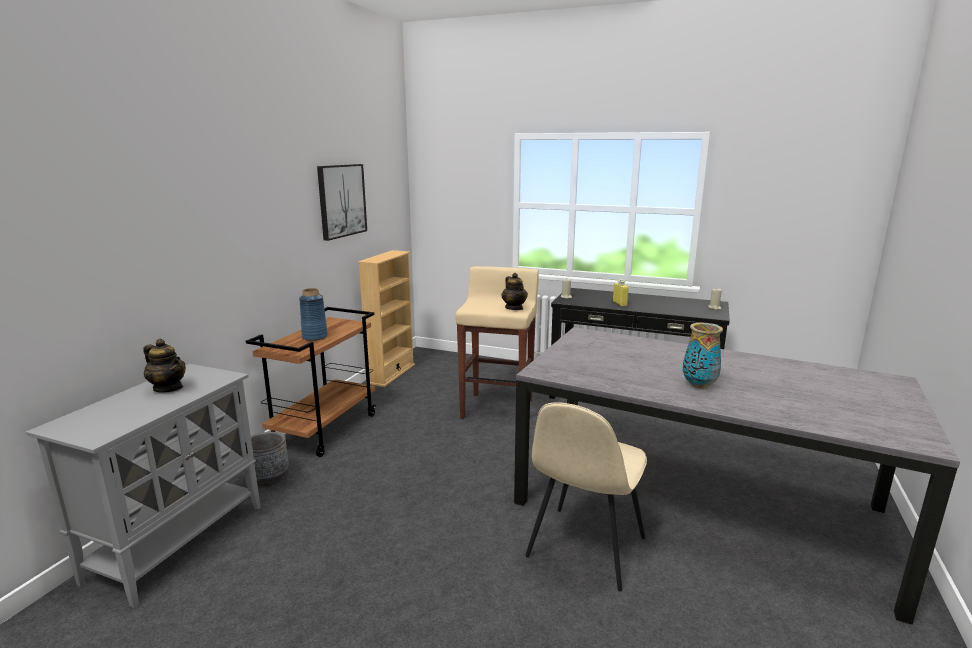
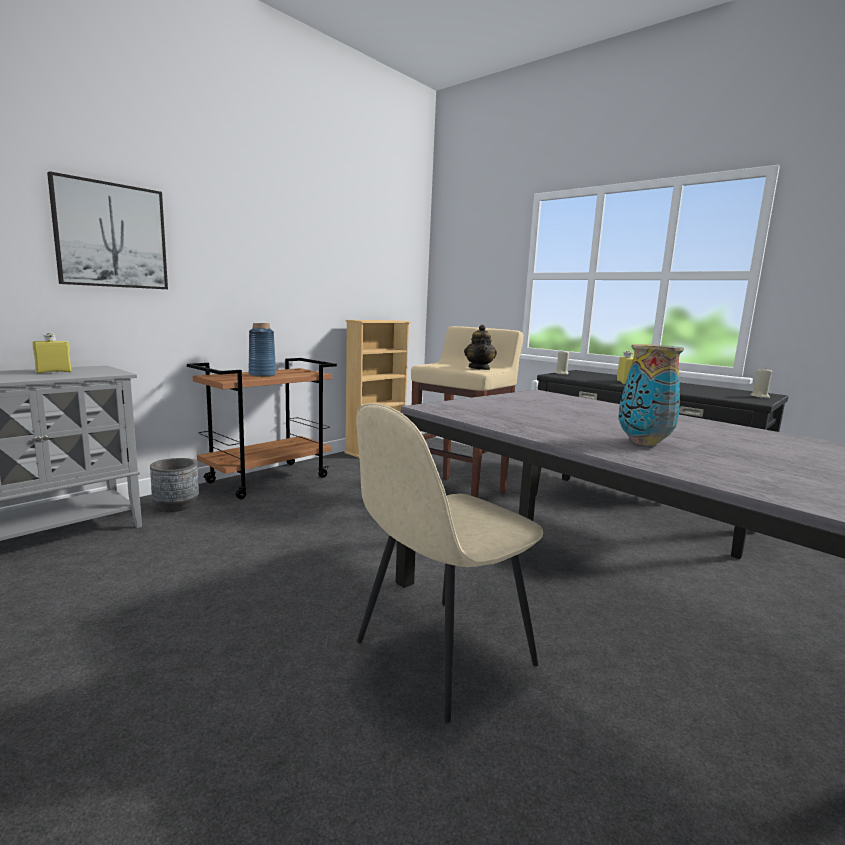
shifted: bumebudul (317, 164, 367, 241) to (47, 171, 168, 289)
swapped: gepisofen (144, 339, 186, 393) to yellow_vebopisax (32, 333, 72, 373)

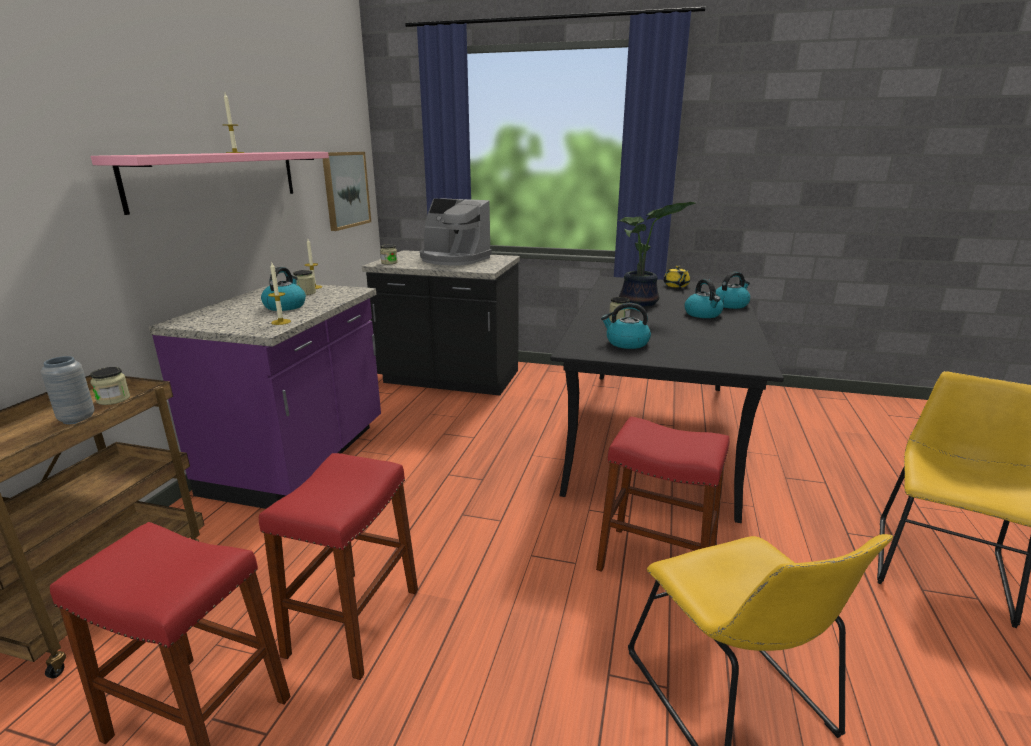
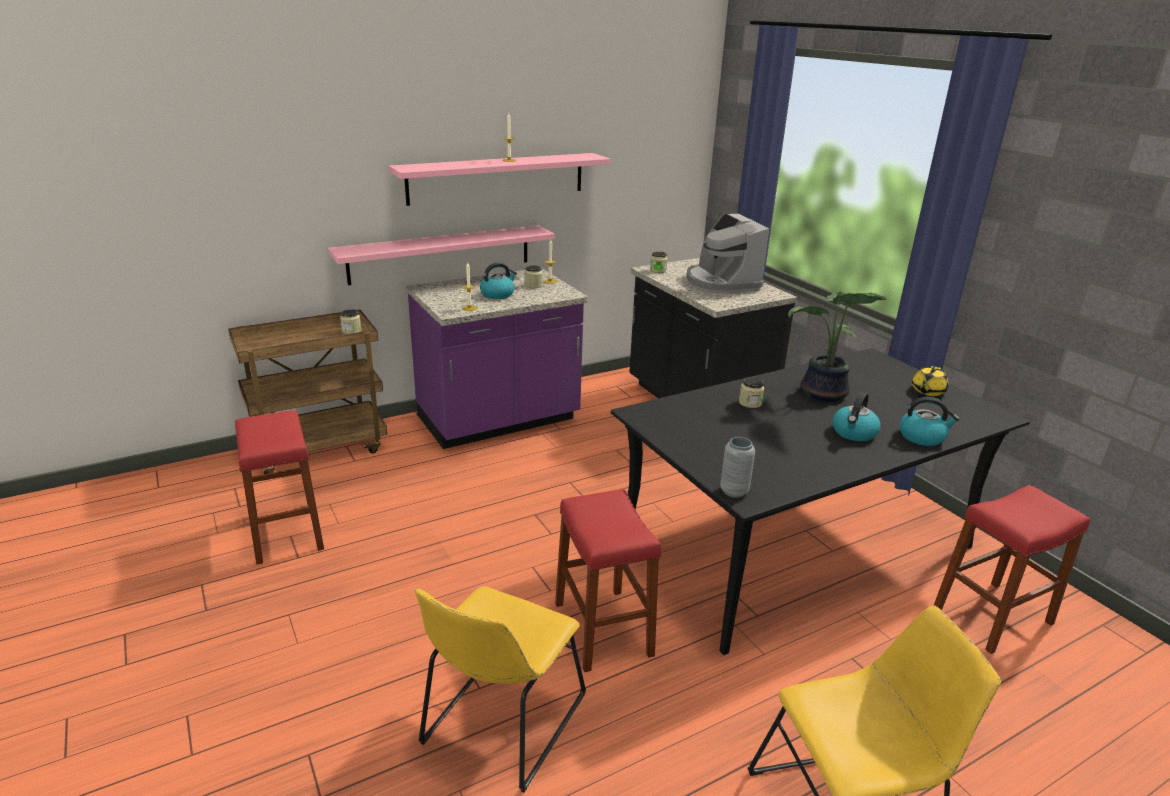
gone: bumebudul (322, 152, 371, 231); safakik (601, 303, 651, 349)
new: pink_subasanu (328, 225, 554, 285)
shifted: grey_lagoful (41, 356, 95, 424) to (720, 437, 755, 498); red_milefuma (259, 453, 418, 680) to (934, 485, 1090, 654)

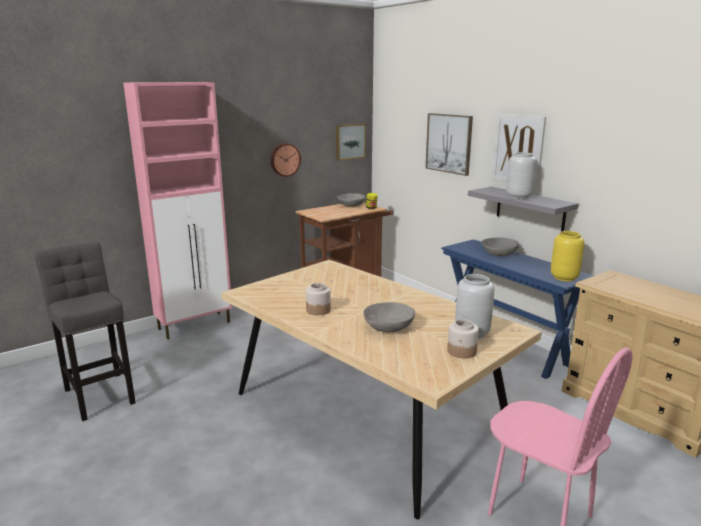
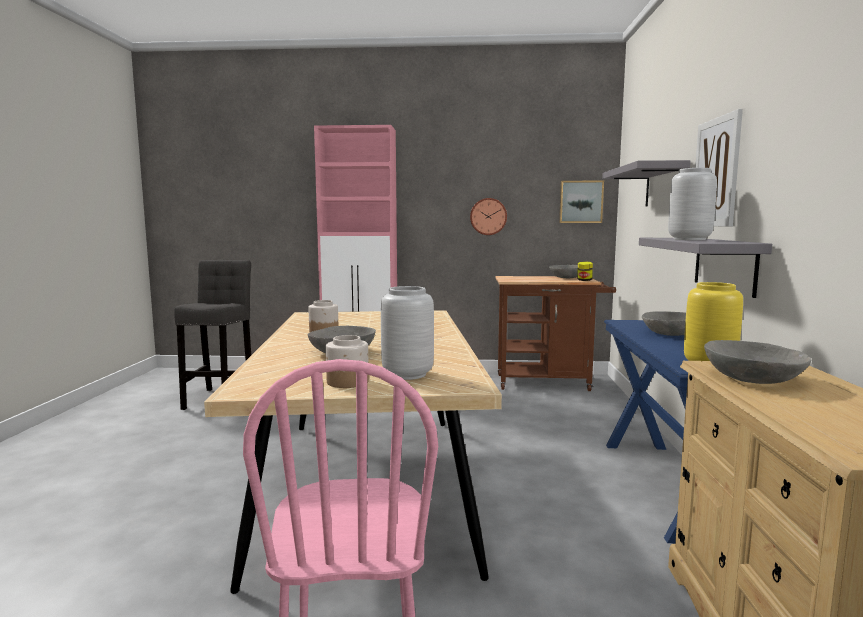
new: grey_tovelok (704, 340, 811, 384)
swapped: bumebudul (425, 113, 473, 176) to grey_subasanu (602, 160, 691, 207)

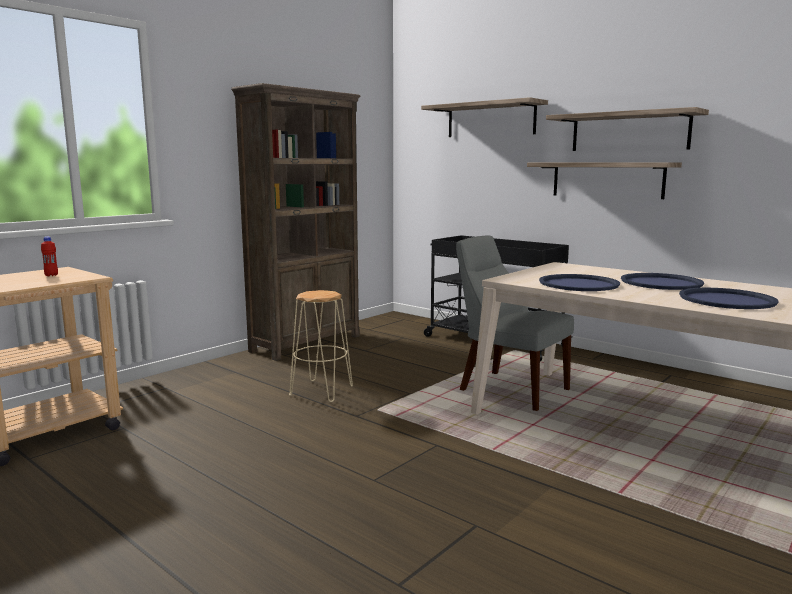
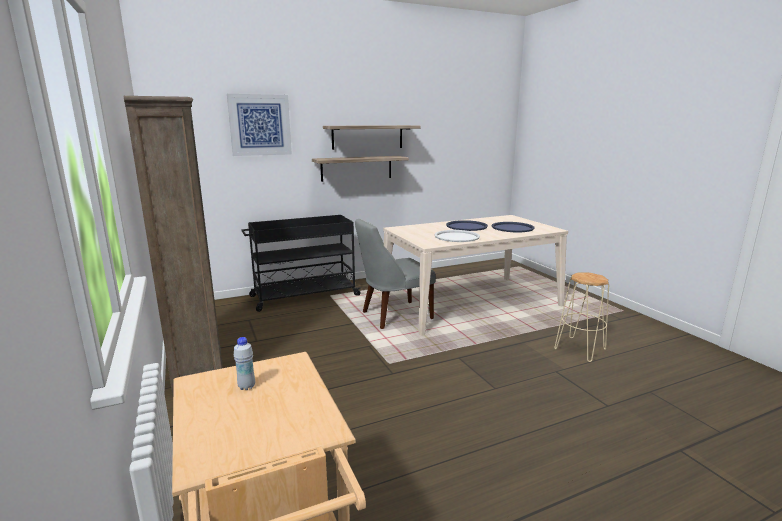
shifted: beige_milefuma (289, 290, 353, 402) to (555, 273, 609, 362)
swapped: subasanu (421, 97, 548, 137) to bumebudul (227, 94, 292, 156)
repainted: red_vebopisax (41, 237, 58, 276) to white_vebopisax (234, 337, 255, 390); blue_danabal (539, 274, 620, 291) to white_danabal (434, 230, 480, 242)

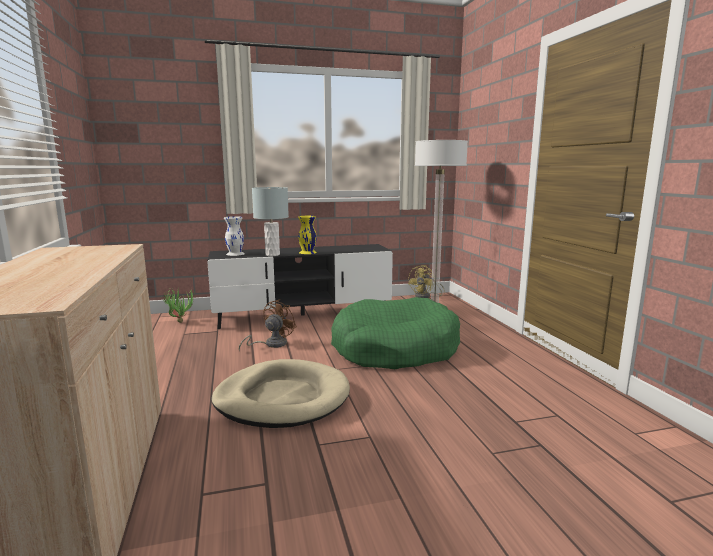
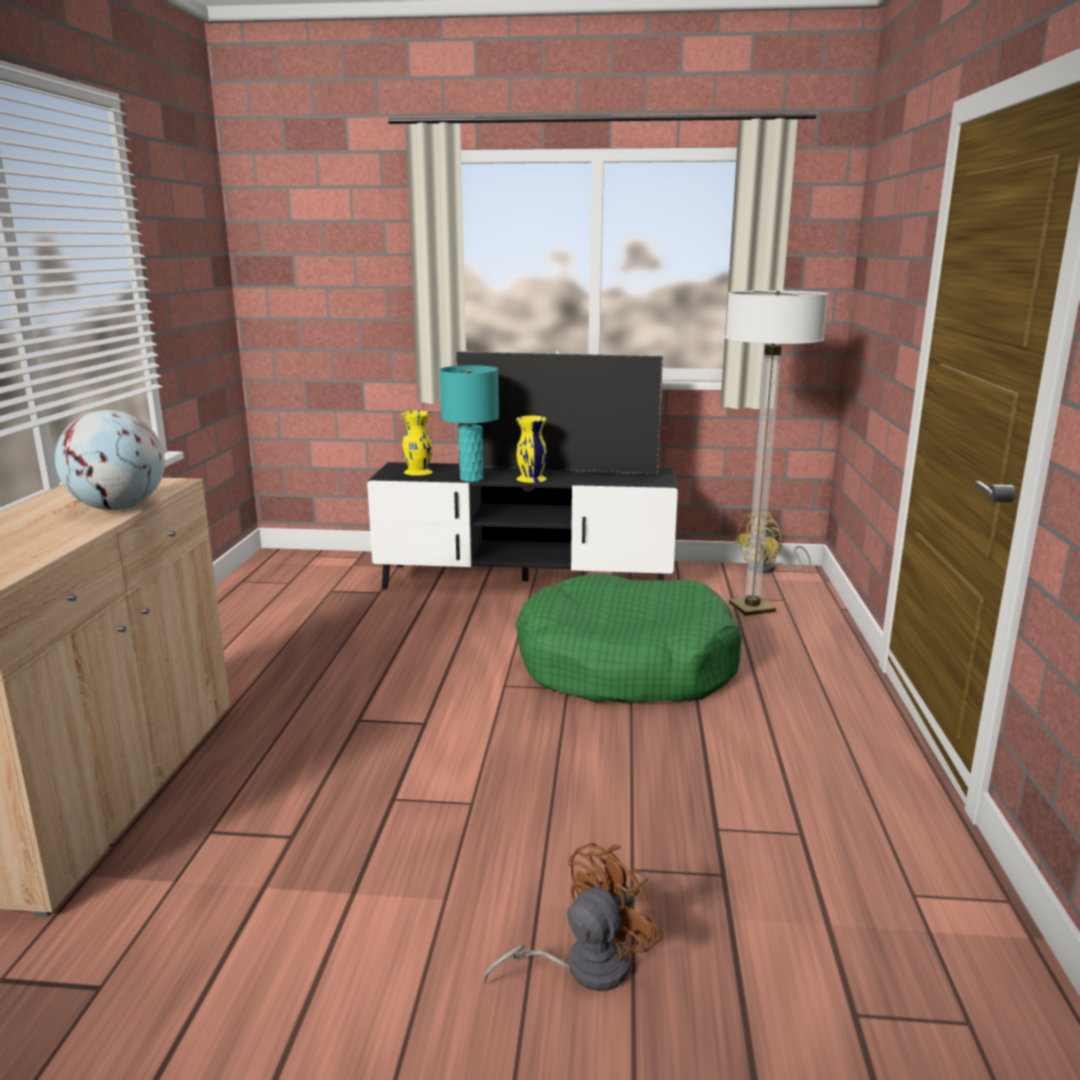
gone: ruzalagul (161, 289, 194, 323); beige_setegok (211, 359, 350, 428)
new: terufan (55, 410, 165, 510); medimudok (456, 351, 663, 475)
shifted: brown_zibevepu (239, 299, 297, 352) to (483, 843, 663, 991)
repainted: white_lagoful (224, 216, 245, 256) to yellow_lagoful (401, 410, 433, 476); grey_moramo (252, 187, 289, 256) to turquoise_moramo (440, 365, 499, 482)

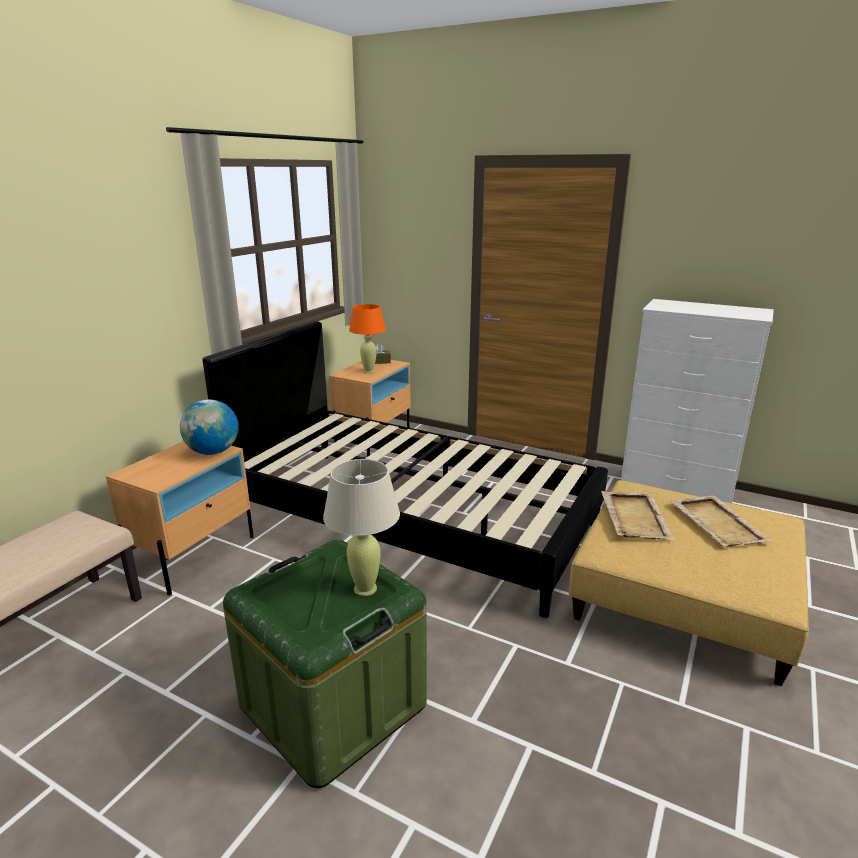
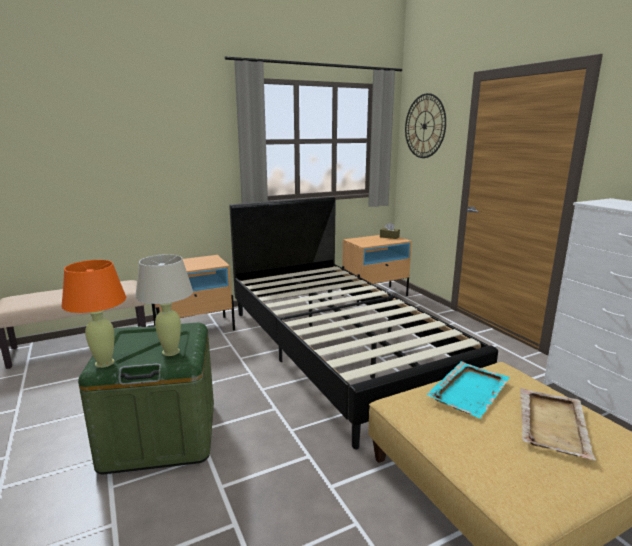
gone: terufan (180, 399, 239, 455)
new: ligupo (405, 93, 446, 158)
shifted: orange_moramo (349, 304, 386, 373) to (61, 260, 126, 368)
repainted: beige_danabal (601, 491, 675, 540) to turquoise_danabal (427, 361, 510, 418)

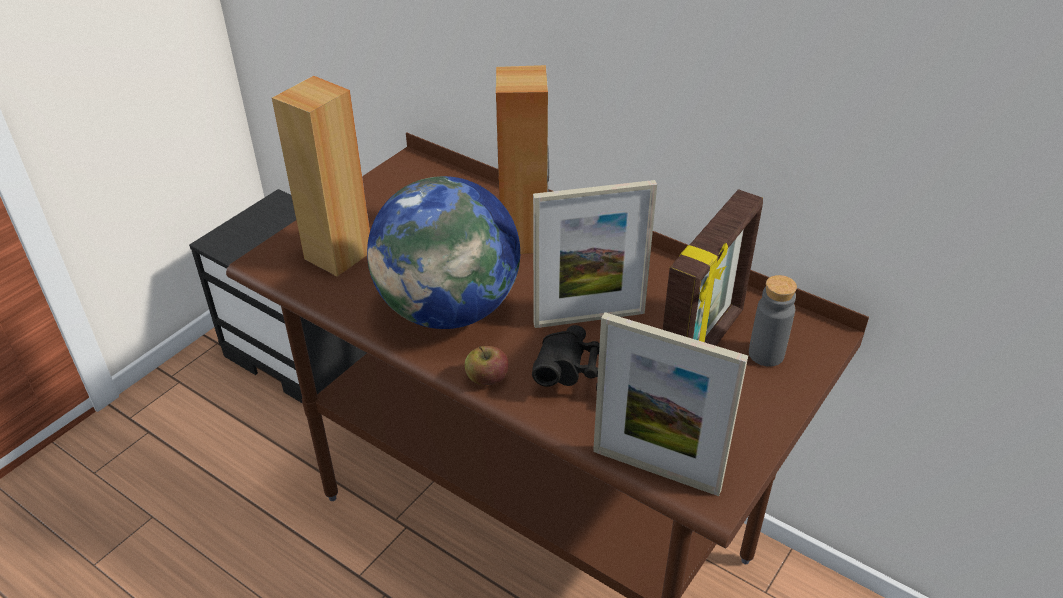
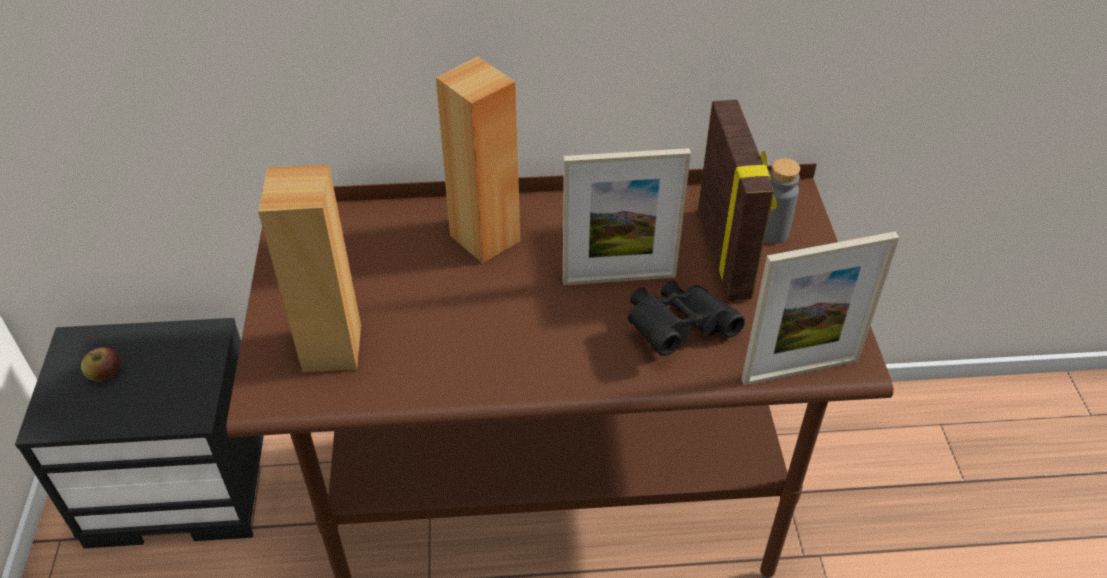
gone: terufan (367, 176, 520, 329)
shifted: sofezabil (465, 346, 509, 385) to (81, 347, 120, 381)
rotated: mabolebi (533, 180, 657, 328) = (563, 148, 691, 285) 45 degrees clockwise

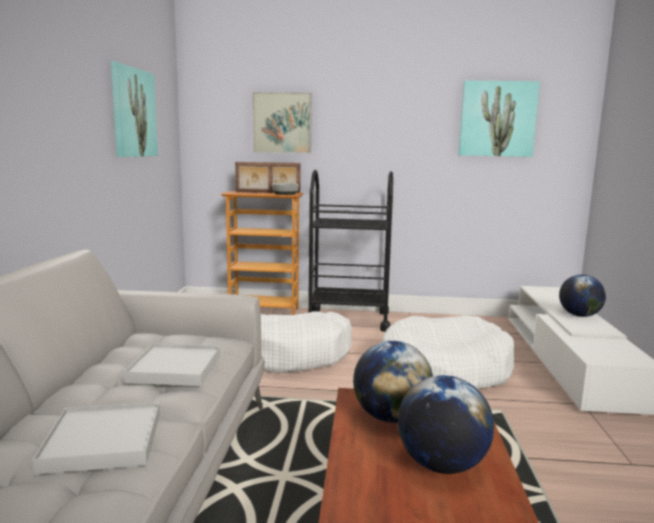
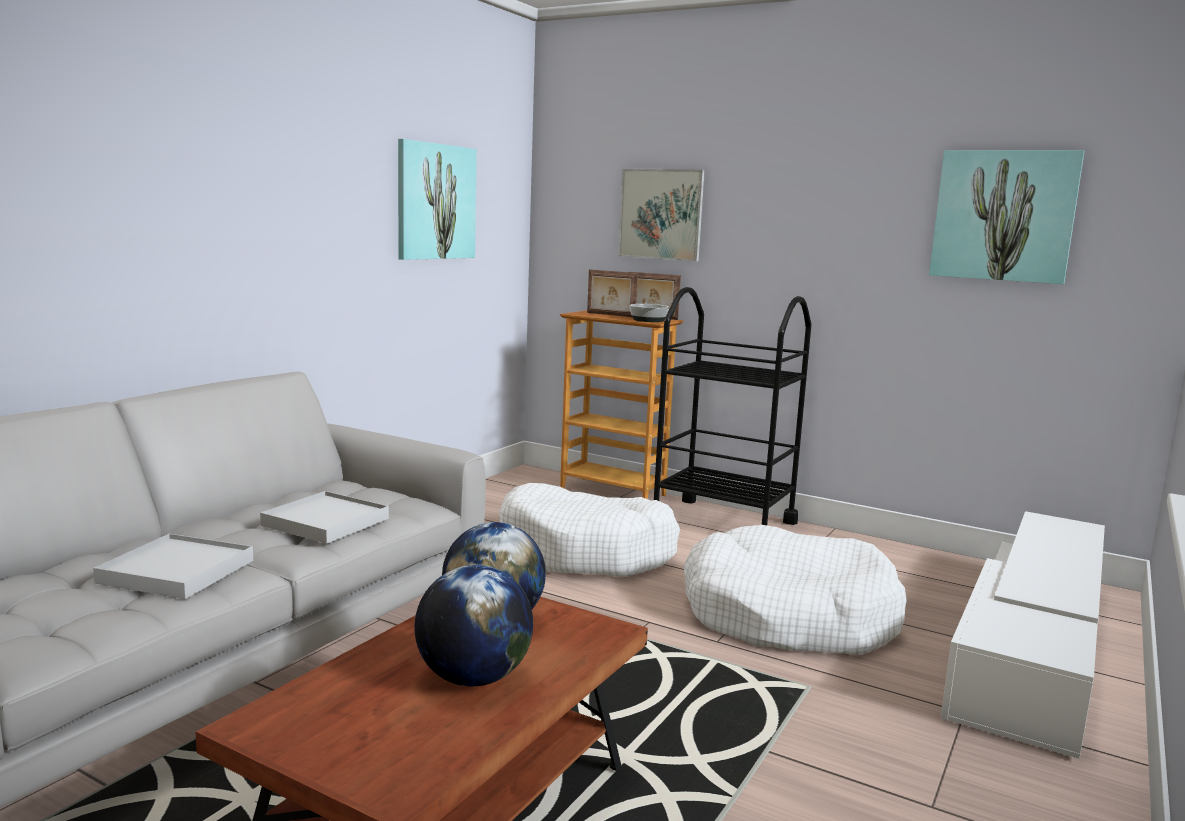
gone: terufan (559, 274, 606, 317)

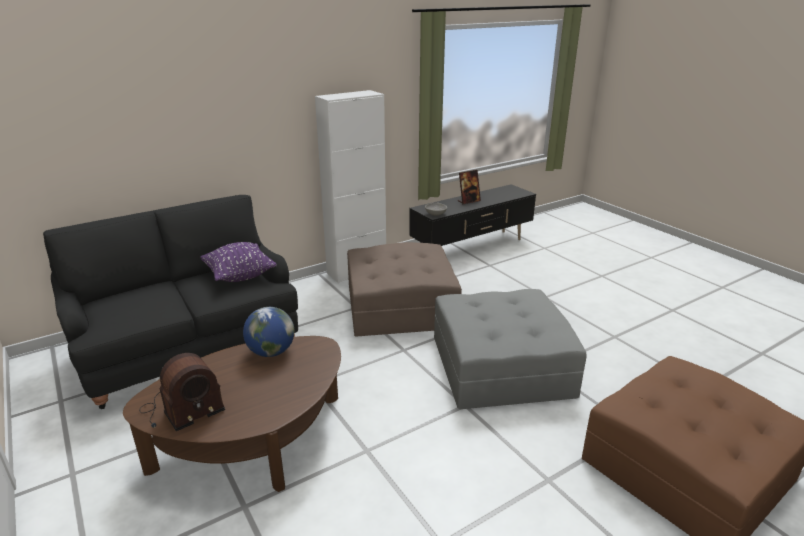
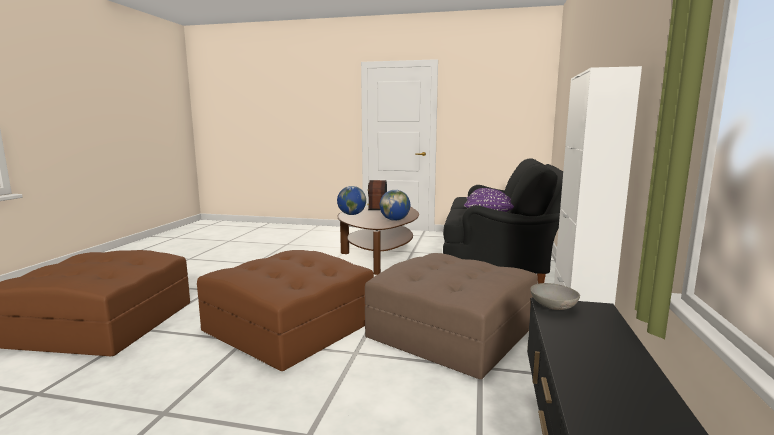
gone: mabolebi (458, 170, 481, 204)
new: terufan (337, 186, 366, 215)
repainted: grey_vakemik (434, 289, 587, 409) to brown_vakemik (197, 250, 374, 371)

